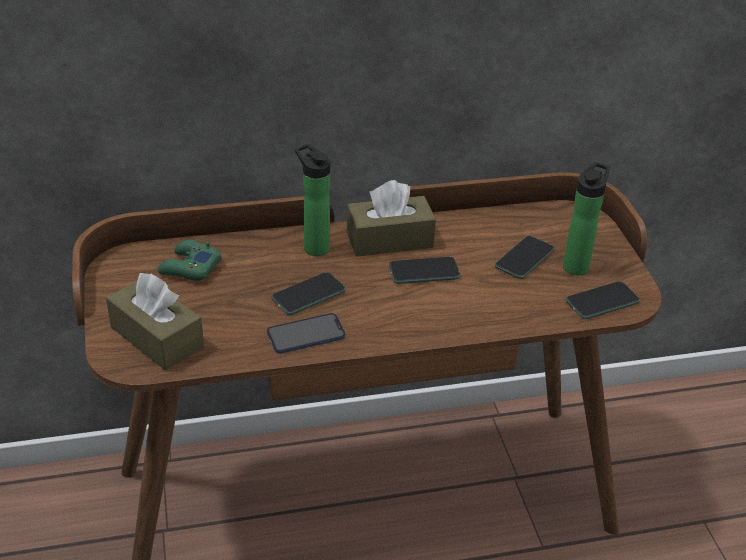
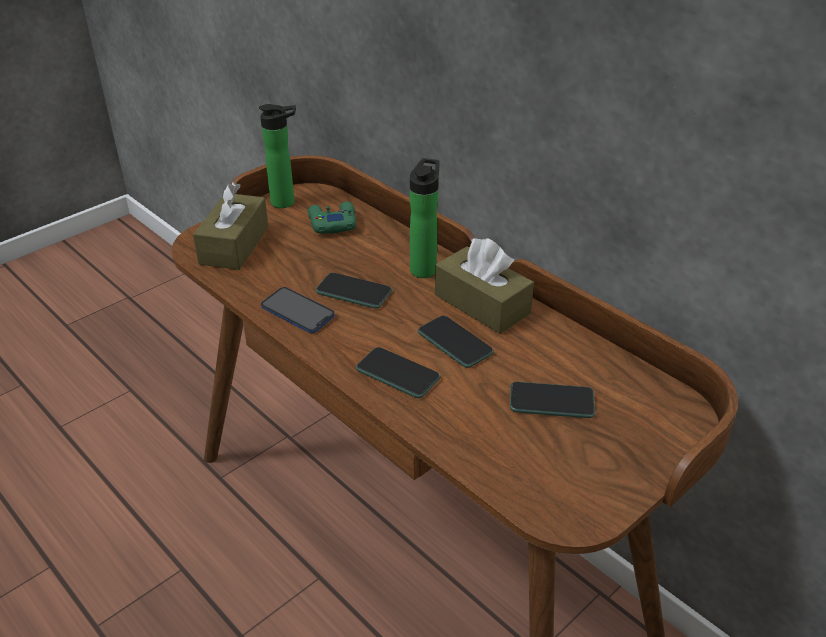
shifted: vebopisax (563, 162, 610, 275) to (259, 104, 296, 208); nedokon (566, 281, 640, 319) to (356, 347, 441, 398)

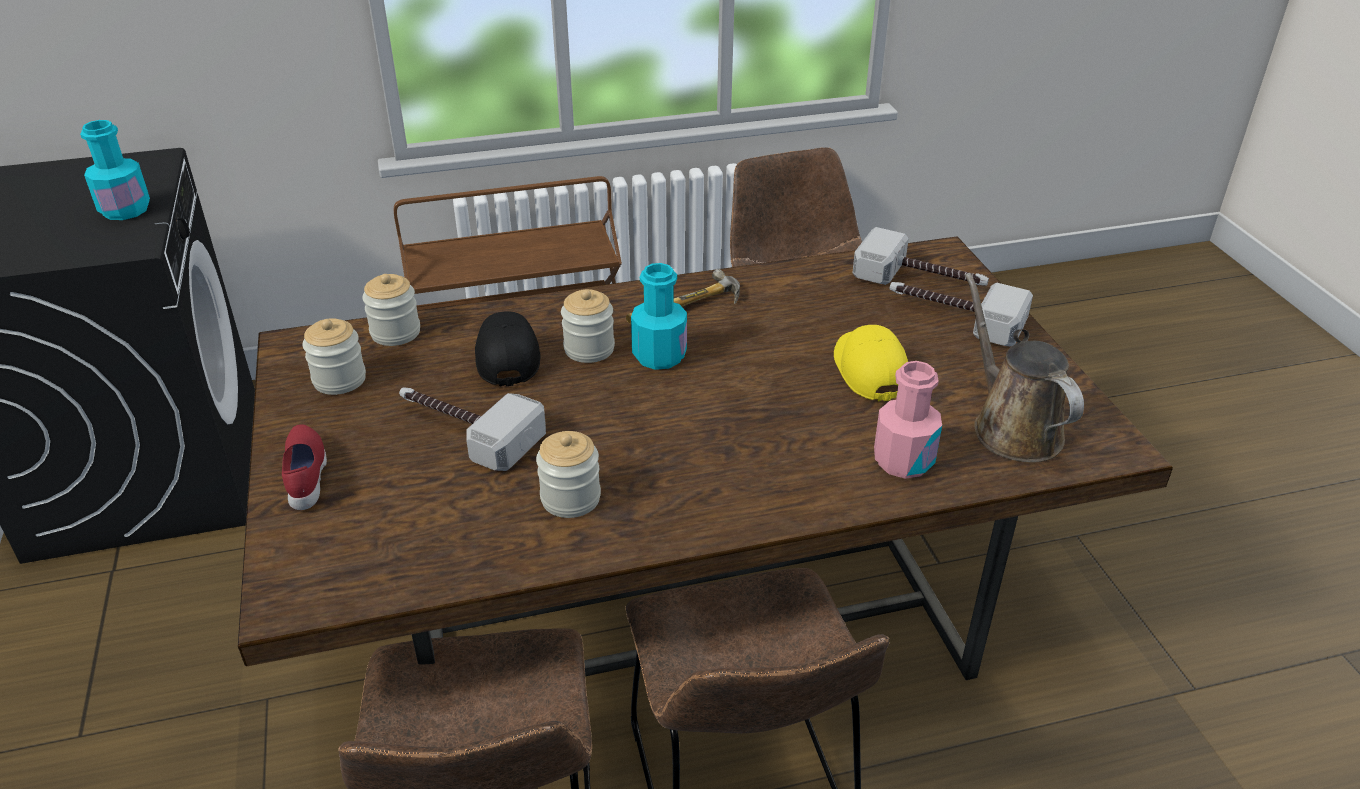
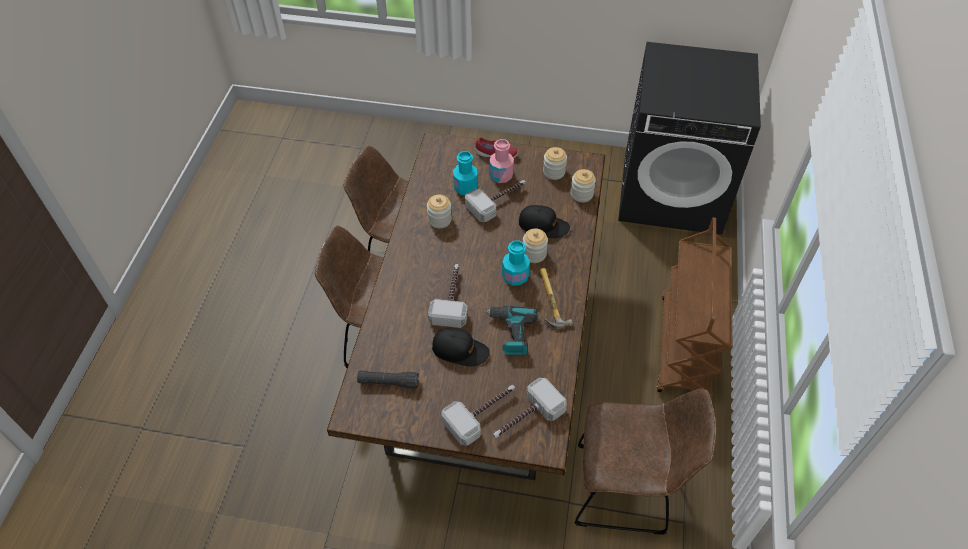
new: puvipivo (428, 264, 468, 328); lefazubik (484, 306, 538, 355)
shifted: turquoise_vebopisax (80, 120, 150, 220) to (453, 151, 478, 195); pink_vebopisax (874, 361, 942, 479) to (489, 139, 514, 183)
swapped: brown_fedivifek (965, 273, 1084, 462) to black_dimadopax (357, 371, 419, 389)
repainted: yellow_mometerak (834, 325, 908, 402) to black_mometerak (432, 328, 490, 366)

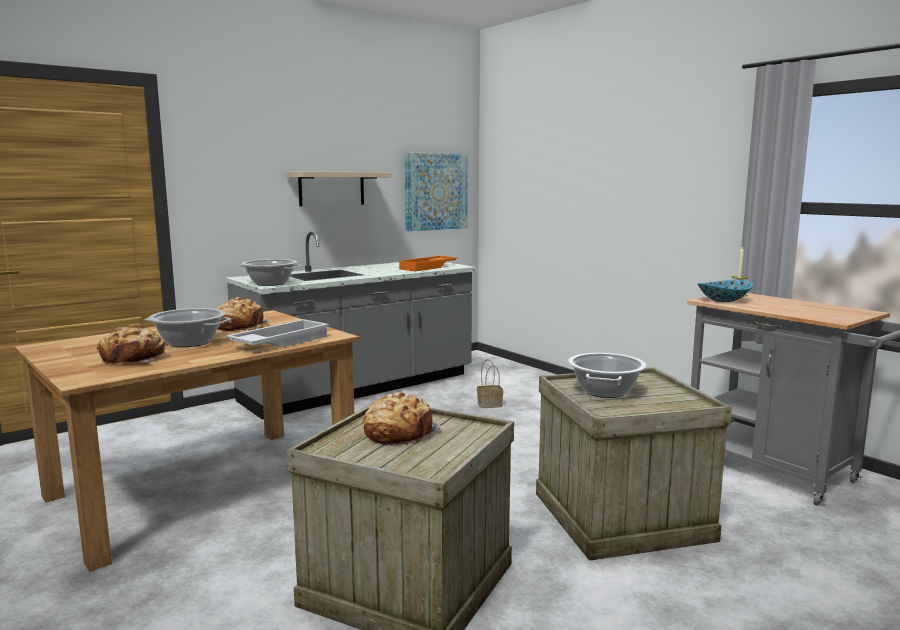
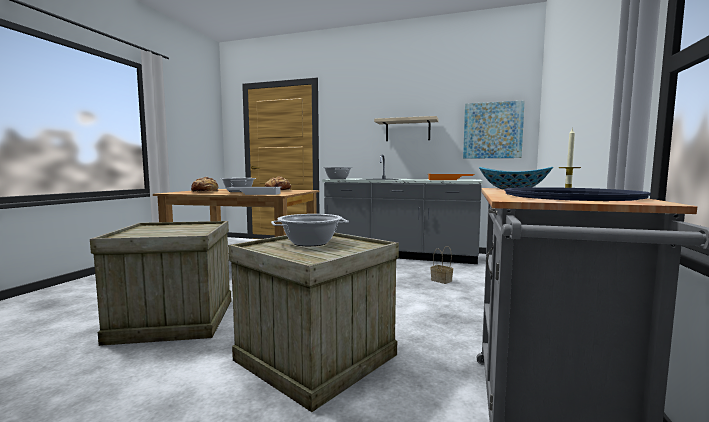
gone: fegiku (364, 392, 443, 445)
new: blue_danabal (505, 187, 651, 201)

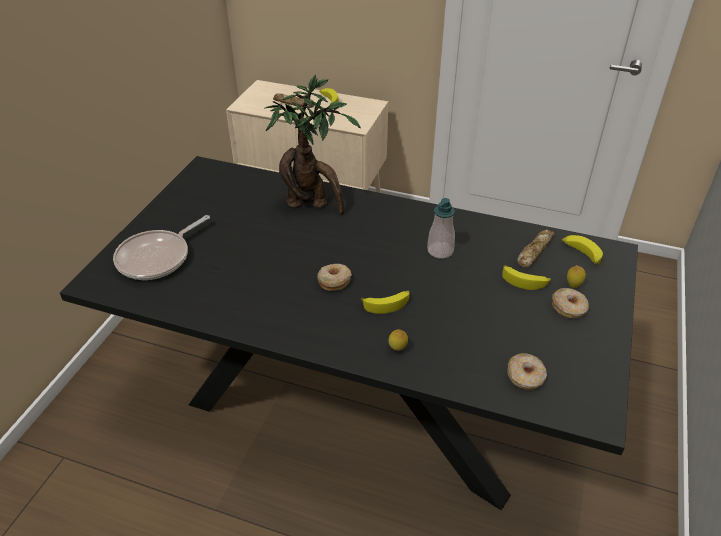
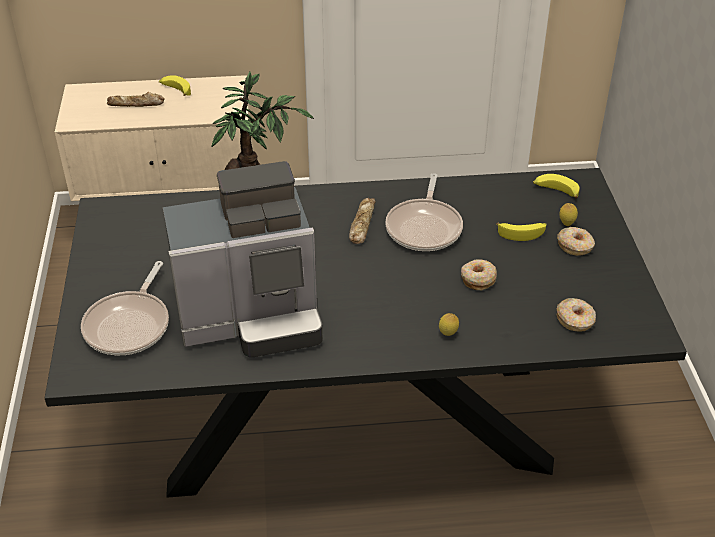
gone: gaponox (360, 291, 409, 314)
new: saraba (163, 161, 323, 357)
shifted: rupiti (317, 264, 352, 291) to (461, 259, 497, 290); fegiku (517, 230, 555, 267) to (349, 198, 376, 244)
swapped: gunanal (427, 198, 455, 259) to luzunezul (385, 173, 463, 251)

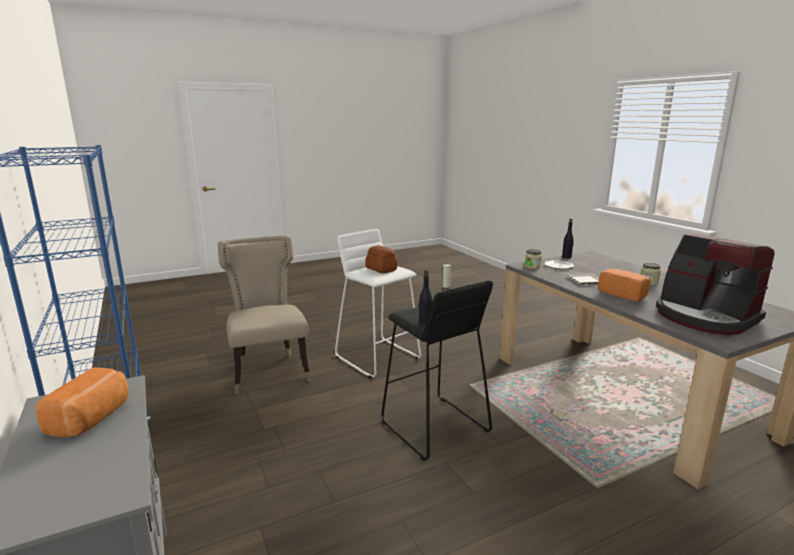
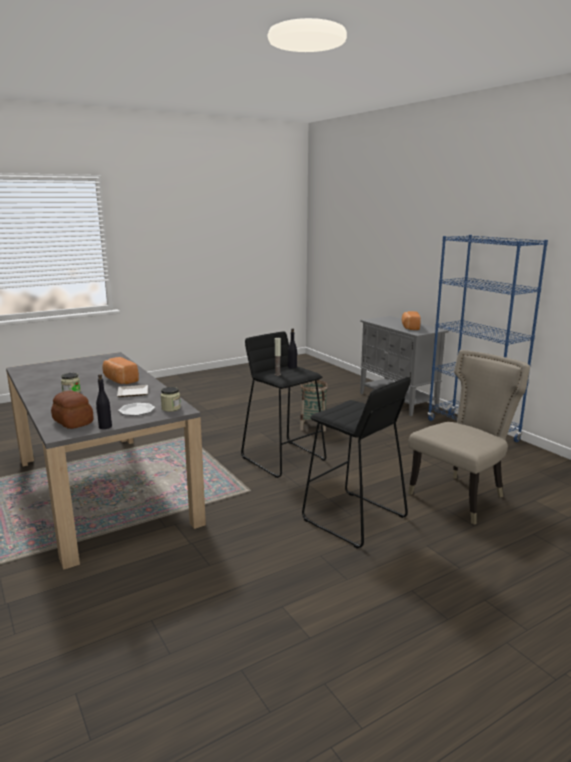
gone: saraba (656, 234, 775, 335)
new: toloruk (300, 380, 328, 432)
shifted: fegiku (365, 245, 398, 274) to (51, 391, 94, 429)
repainted: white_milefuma (335, 229, 421, 378) to black_milefuma (302, 377, 411, 549)
rotated: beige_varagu (218, 236, 311, 395) = (408, 350, 530, 525) 105 degrees counterclockwise

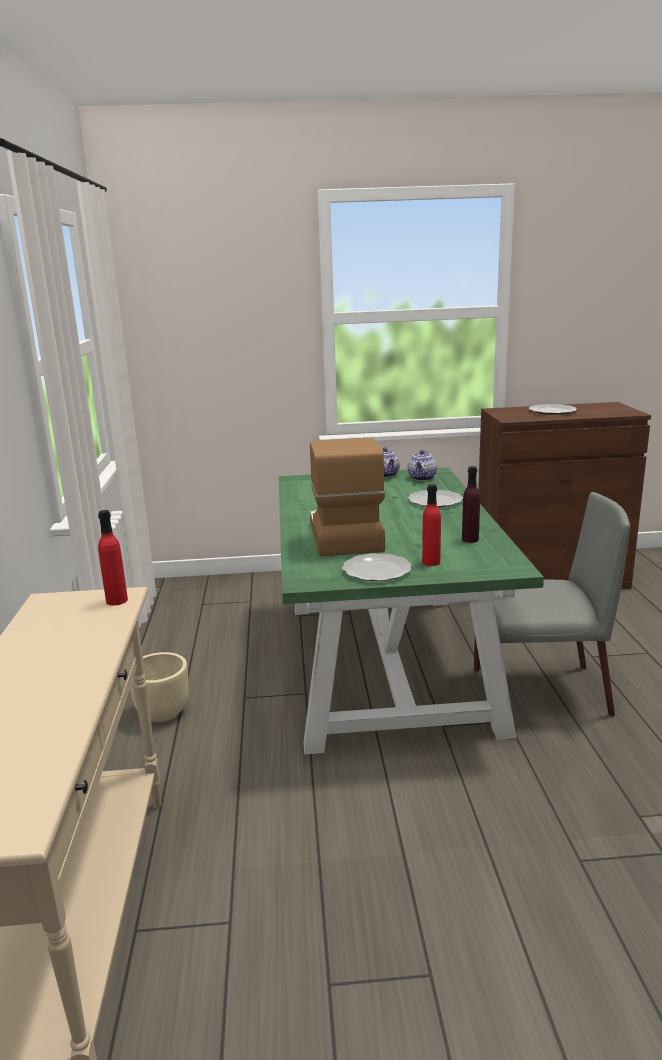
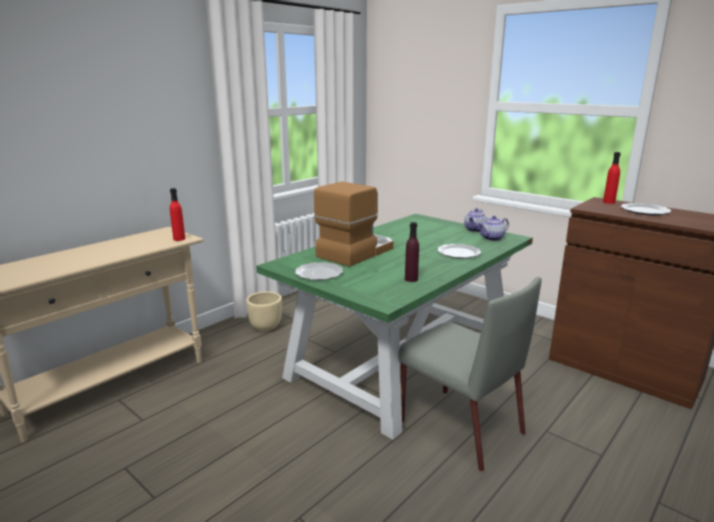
shifted: red_vebopisax (422, 484, 441, 566) to (603, 152, 621, 204)

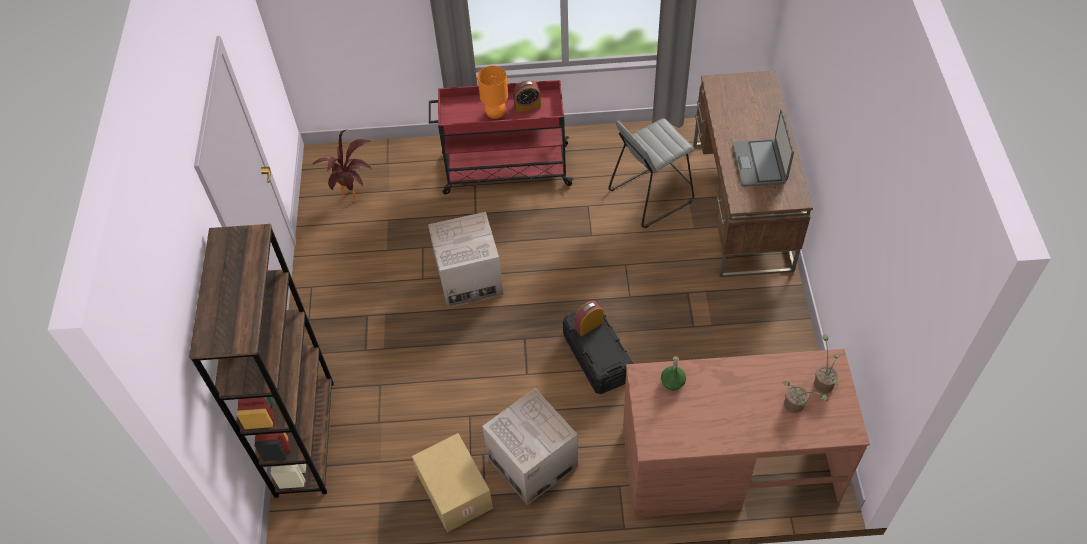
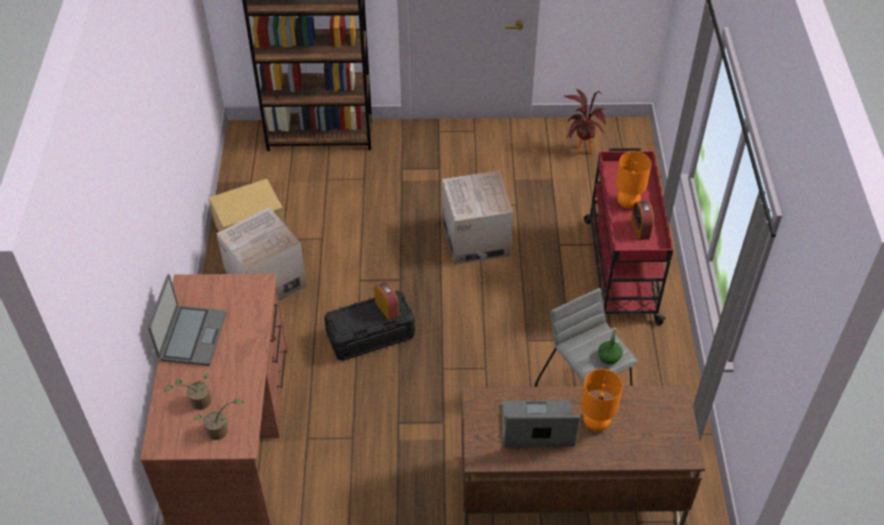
new: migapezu (148, 274, 226, 366); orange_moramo (581, 369, 623, 431)
shifted: green_vebopisax (661, 356, 686, 390) to (598, 327, 623, 364)

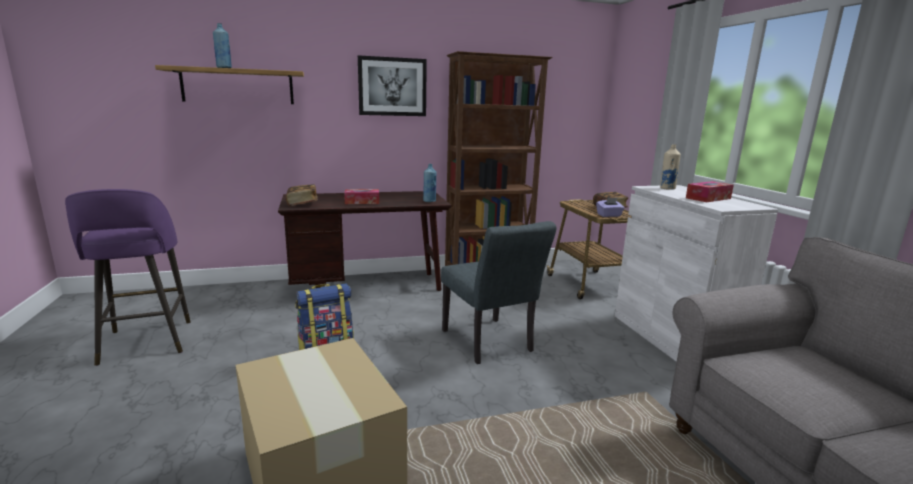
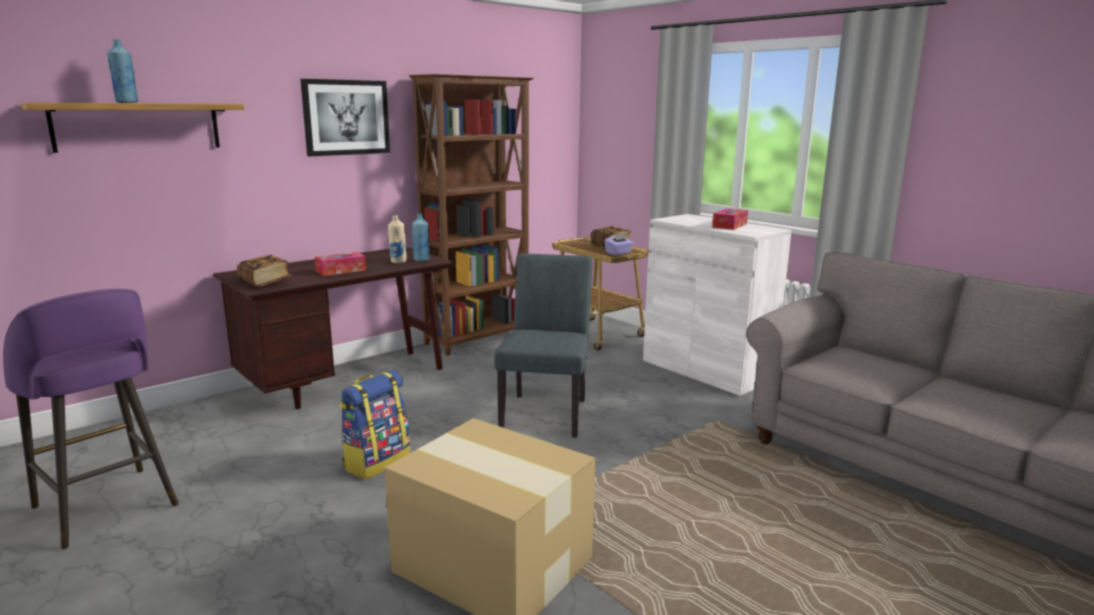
shifted: beige_vebopisax (660, 144, 681, 190) to (388, 215, 407, 263)
rotated: grey_varagu (441, 221, 556, 364) = (494, 253, 593, 438) 120 degrees counterclockwise

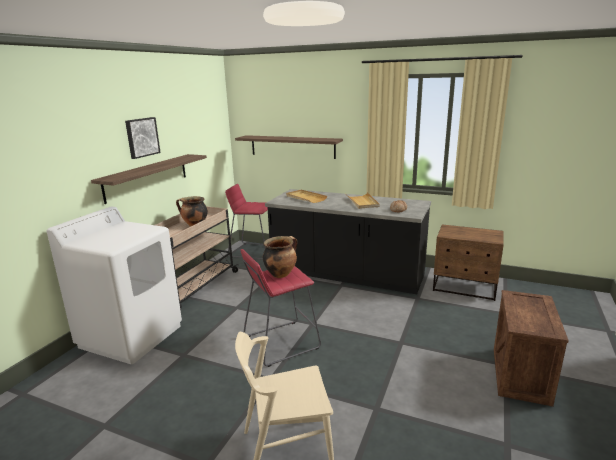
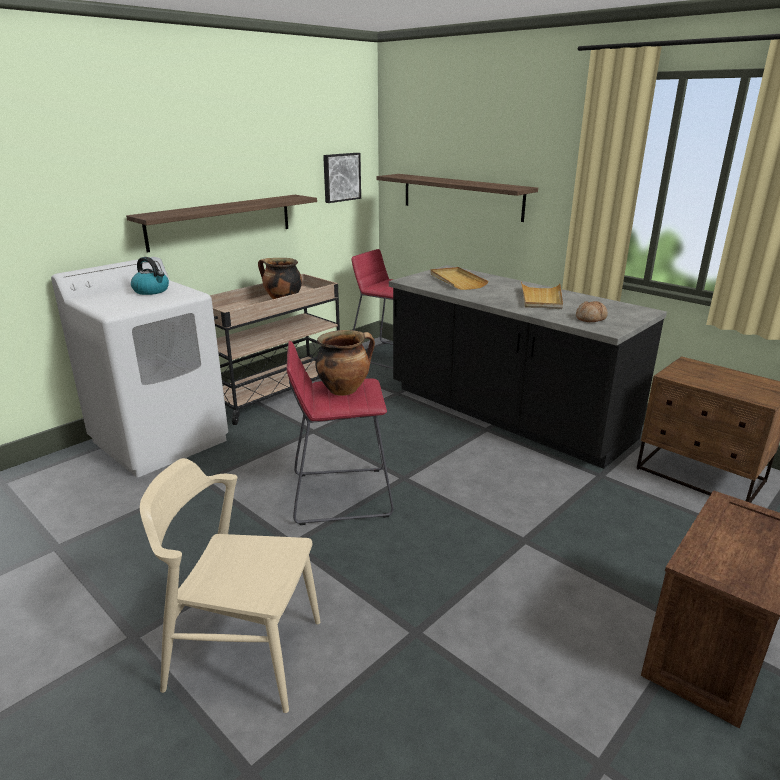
new: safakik (131, 257, 169, 295)
shifted: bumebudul (125, 117, 161, 159) to (323, 153, 361, 203)

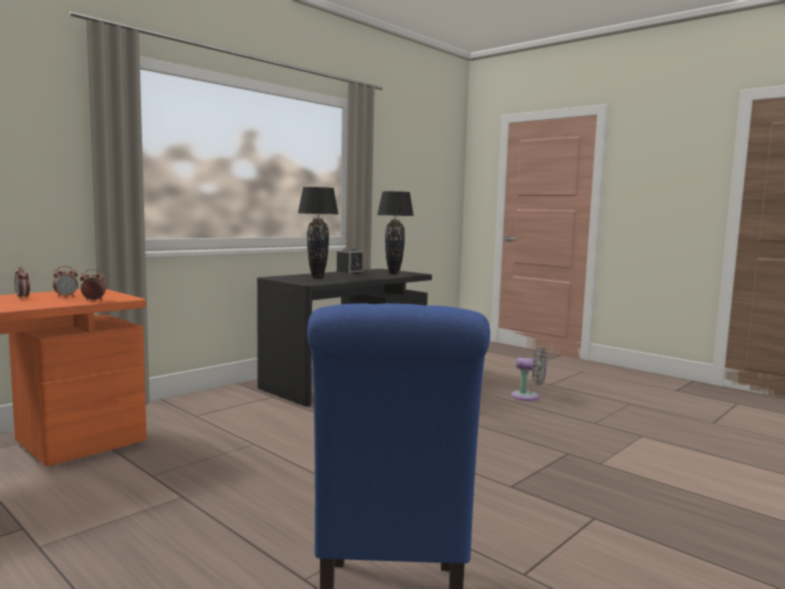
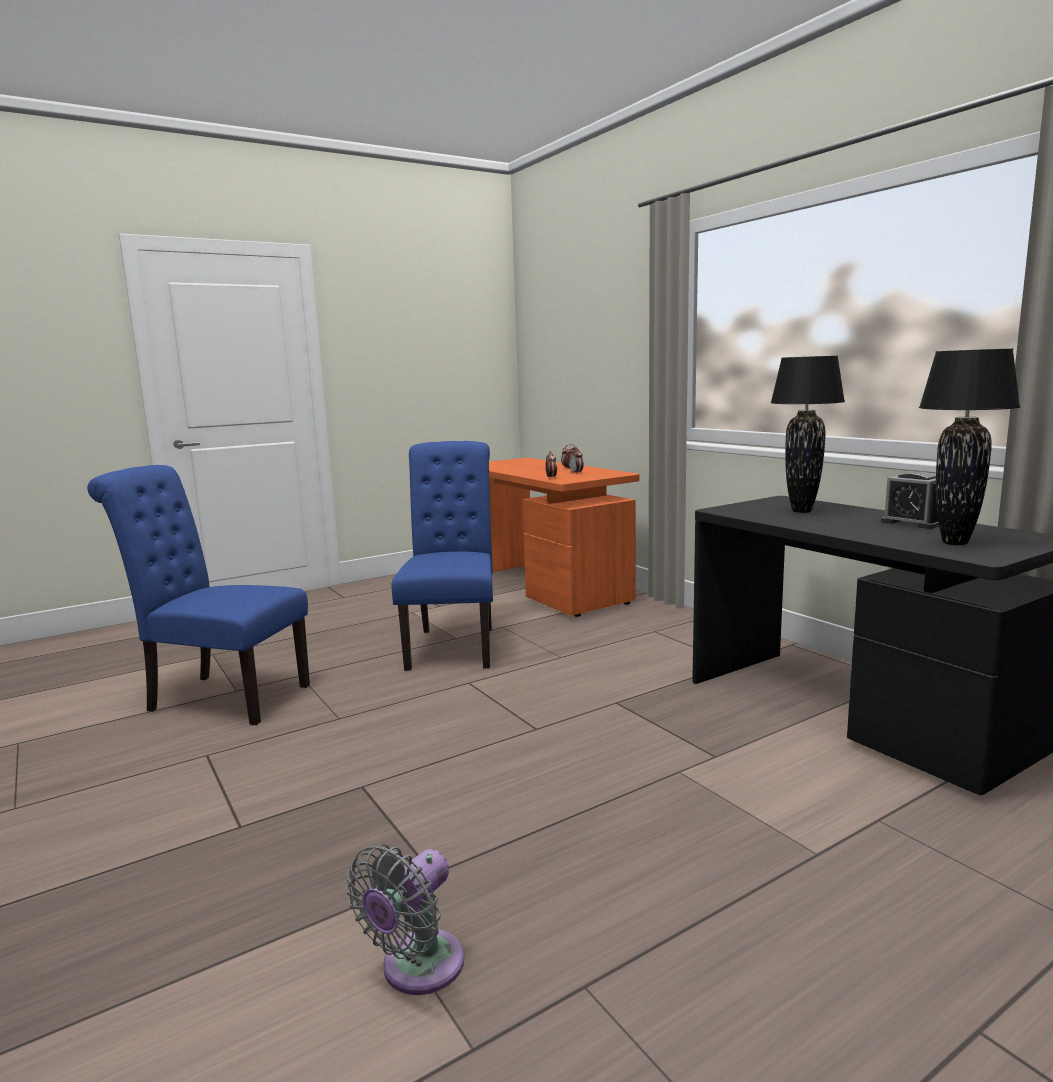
new: blue_varagu (391, 441, 493, 671)
shifted: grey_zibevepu (511, 347, 547, 401) to (346, 844, 464, 995)

